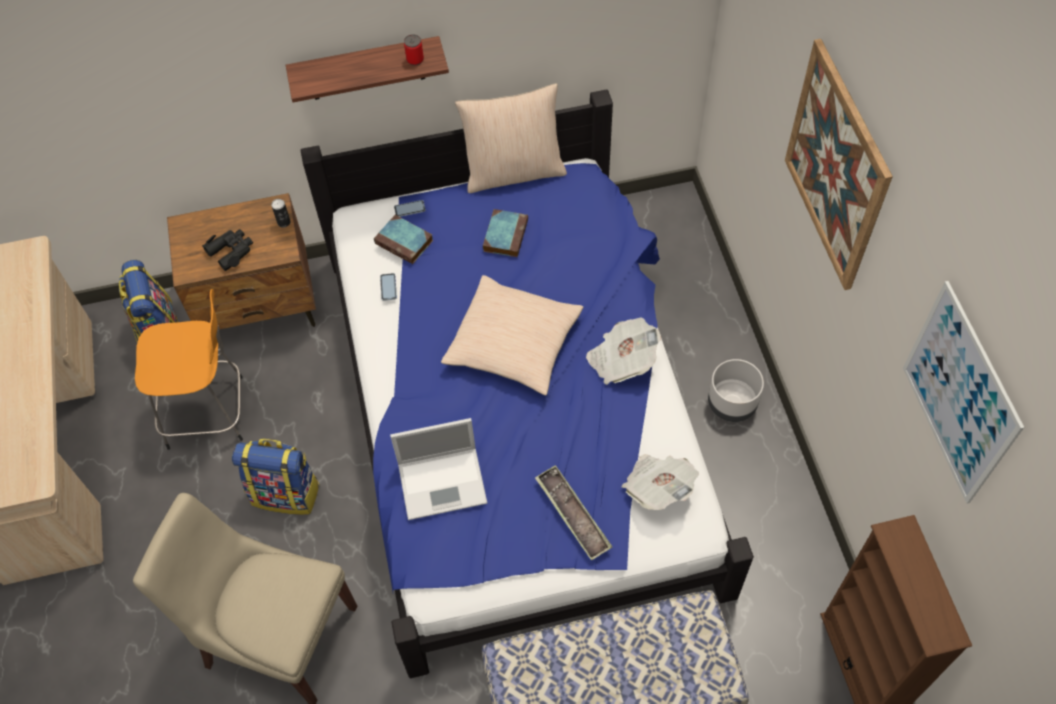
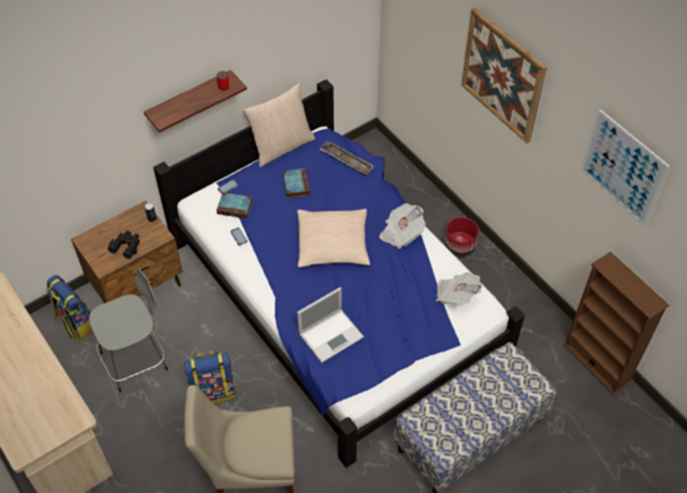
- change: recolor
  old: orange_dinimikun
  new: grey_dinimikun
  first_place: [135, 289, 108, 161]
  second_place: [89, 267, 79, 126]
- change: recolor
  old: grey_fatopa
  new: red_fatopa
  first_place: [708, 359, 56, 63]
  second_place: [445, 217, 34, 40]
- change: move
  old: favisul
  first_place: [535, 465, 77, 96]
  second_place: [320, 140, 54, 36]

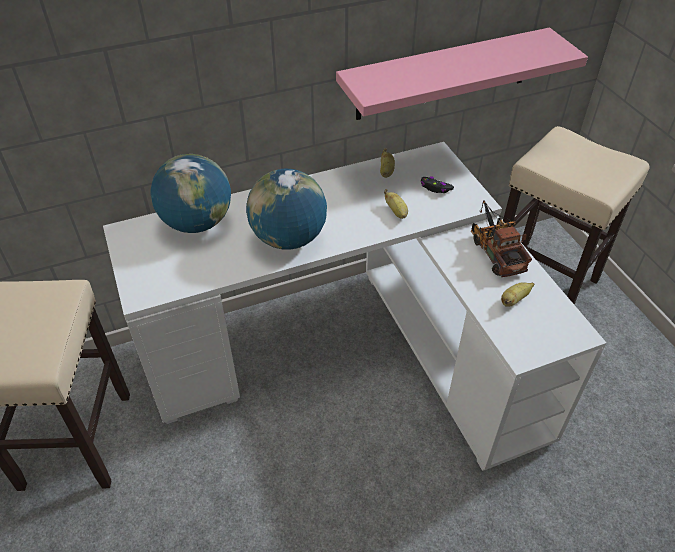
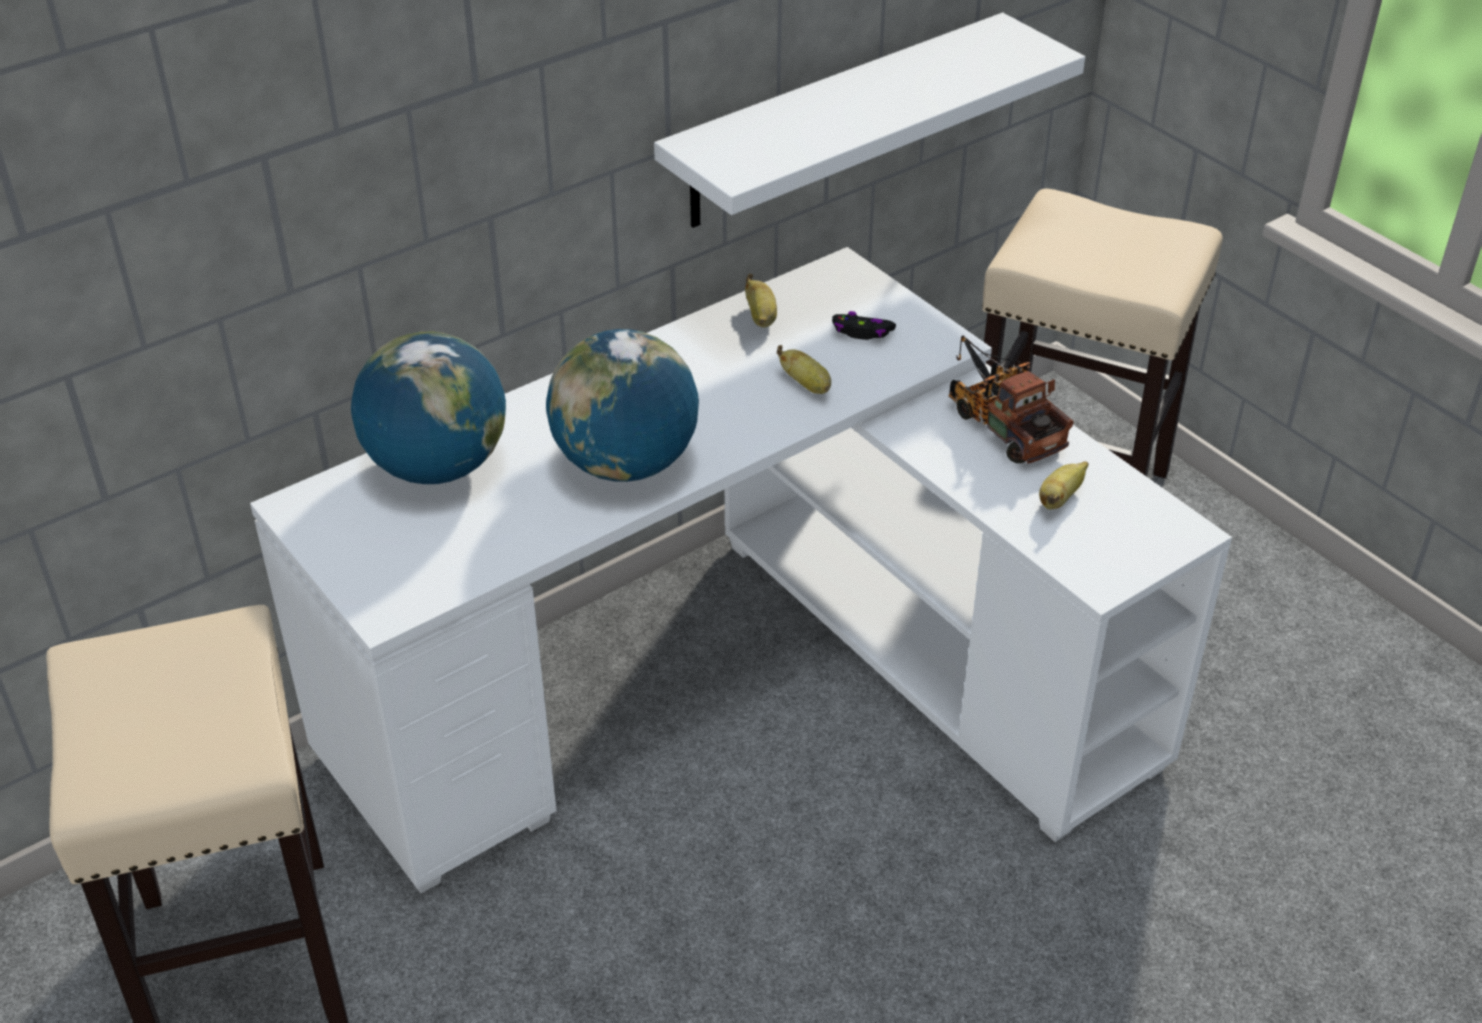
- change: recolor
  old: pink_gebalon
  new: white_gebalon
  first_place: [336, 28, 252, 92]
  second_place: [654, 13, 431, 215]

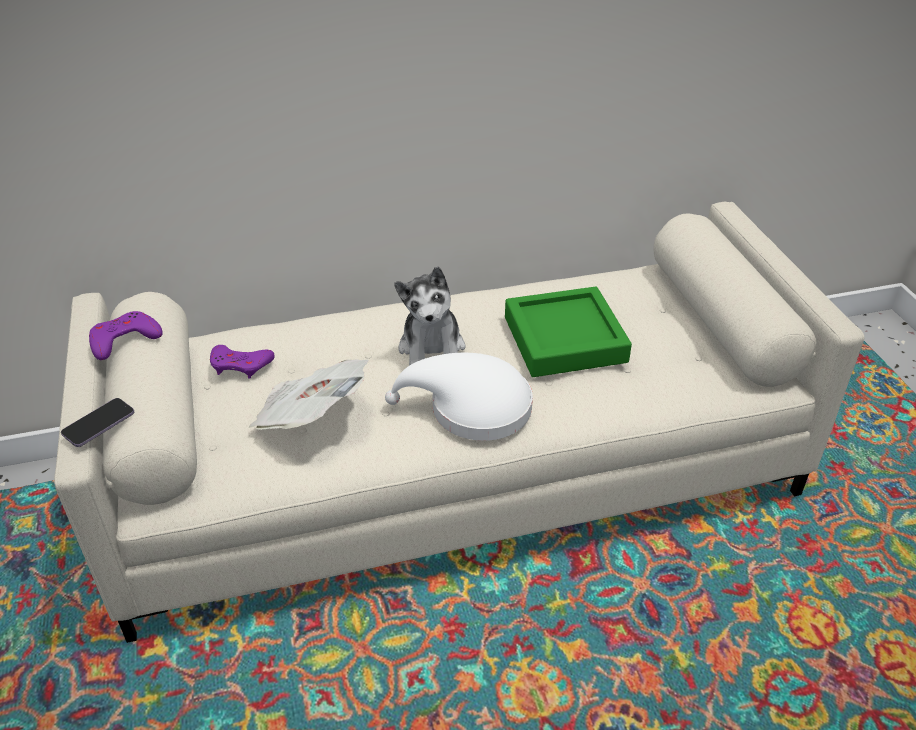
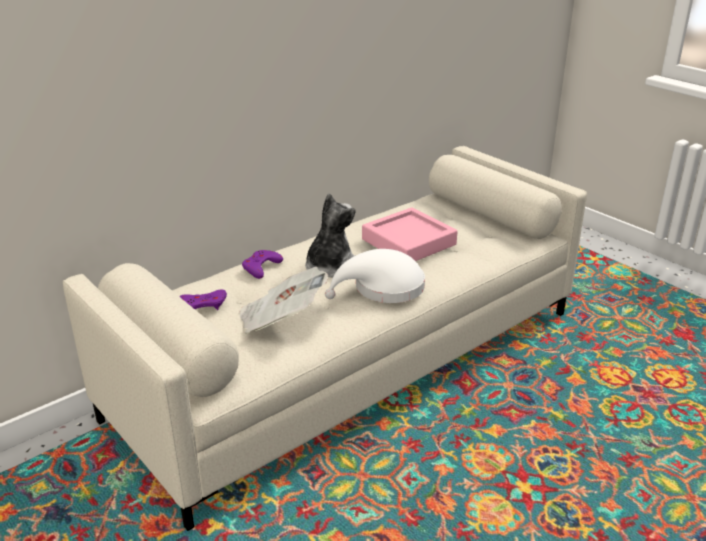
- change: rotate
  old: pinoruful
  first_place: [394, 266, 72, 100]
  second_place: [305, 193, 51, 85]
  degrees: -120
- change: recolor
  old: green_favisul
  new: pink_favisul
  first_place: [505, 287, 127, 90]
  second_place: [362, 207, 96, 54]
- change: move
  old: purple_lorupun
  first_place: [89, 311, 74, 49]
  second_place: [242, 250, 41, 29]
- change: delete
  old: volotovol
  first_place: [61, 398, 73, 49]

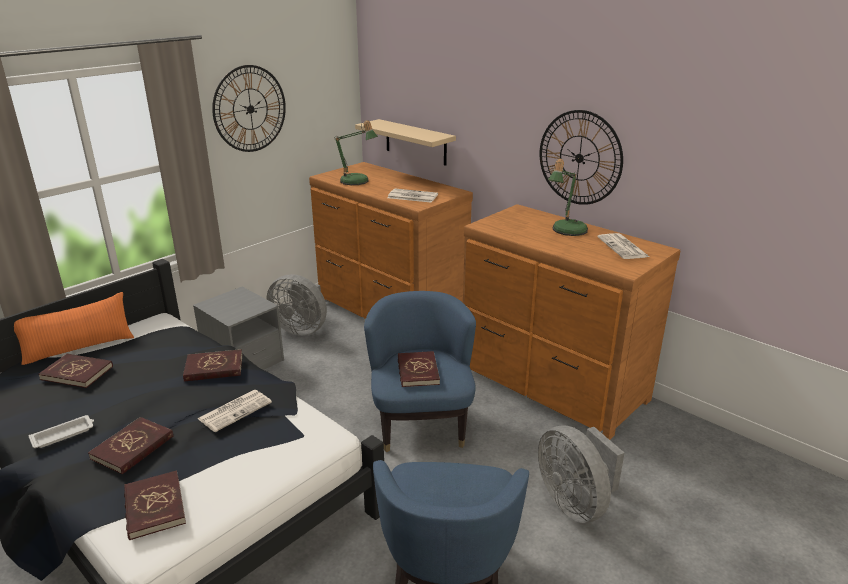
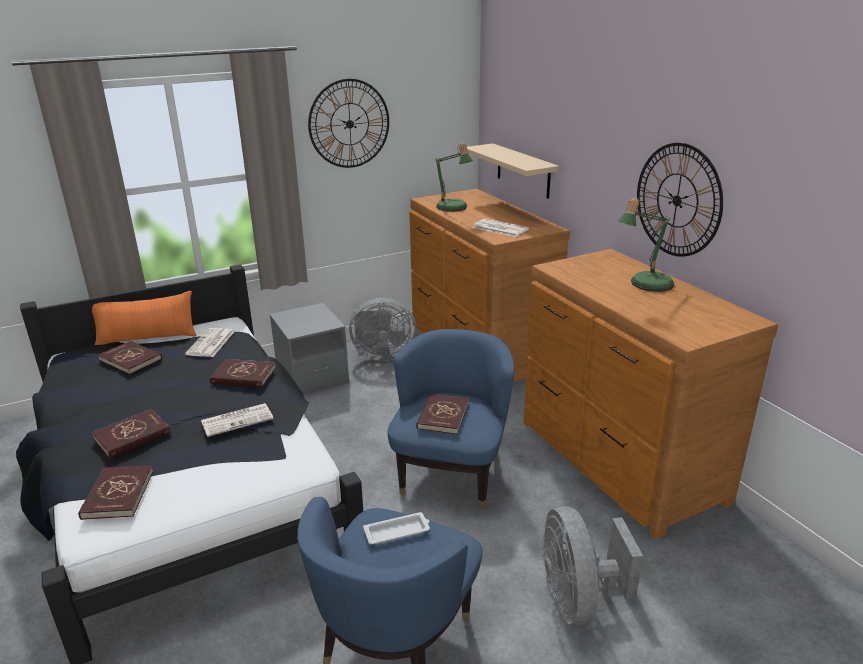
- change: move
  old: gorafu
  first_place: [597, 233, 52, 26]
  second_place: [185, 328, 49, 29]
- change: rotate
  old: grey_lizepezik
  first_place: [266, 274, 61, 62]
  second_place: [349, 298, 68, 63]
  degrees: -45
- change: move
  old: white_favisul
  first_place: [29, 415, 65, 33]
  second_place: [363, 512, 67, 32]

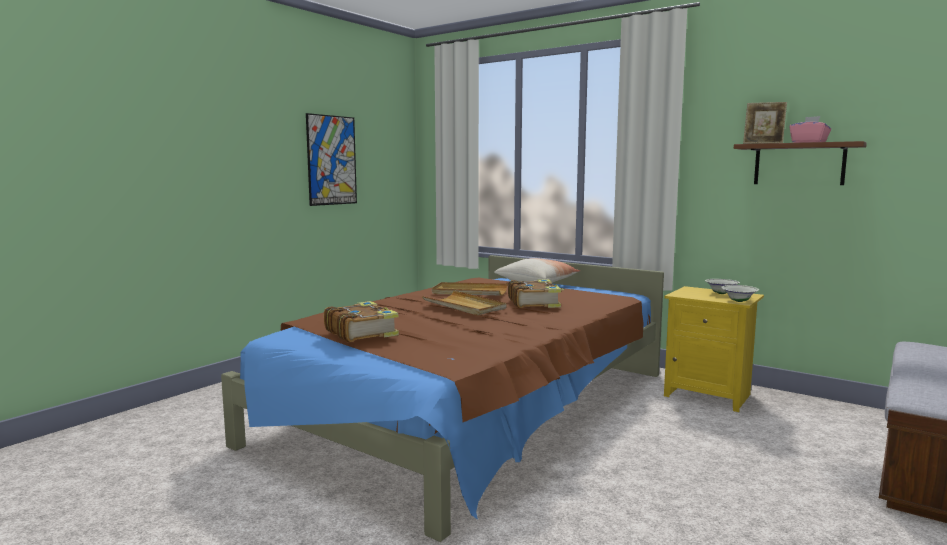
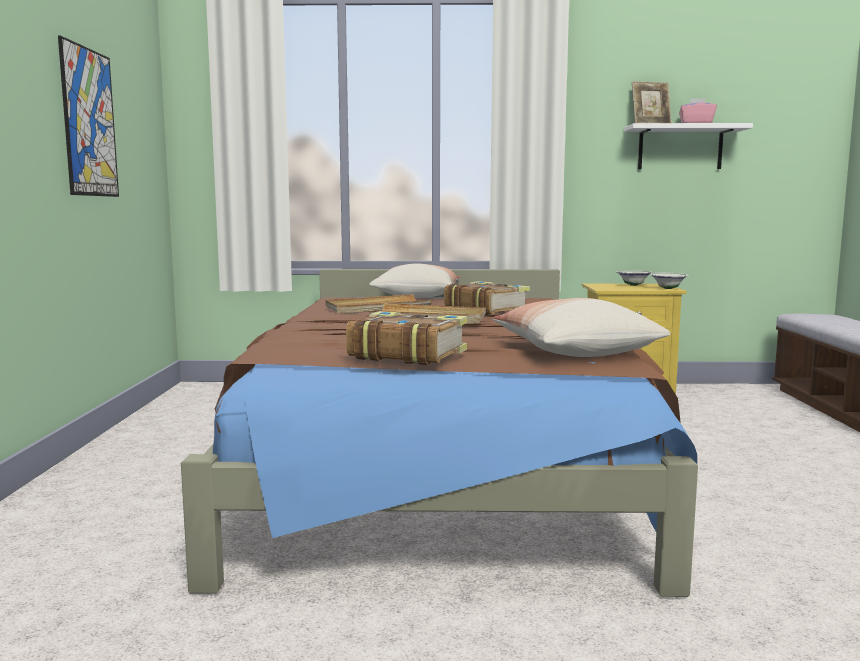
- change: recolor
  old: brown_gebalon
  new: white_gebalon
  first_place: [734, 141, 133, 44]
  second_place: [624, 123, 129, 46]
- change: insert
  new: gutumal
  second_place: [492, 298, 179, 59]

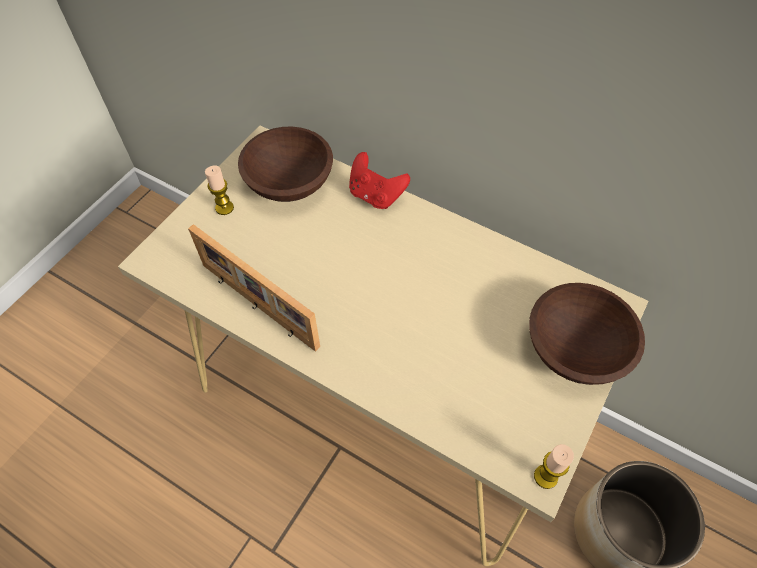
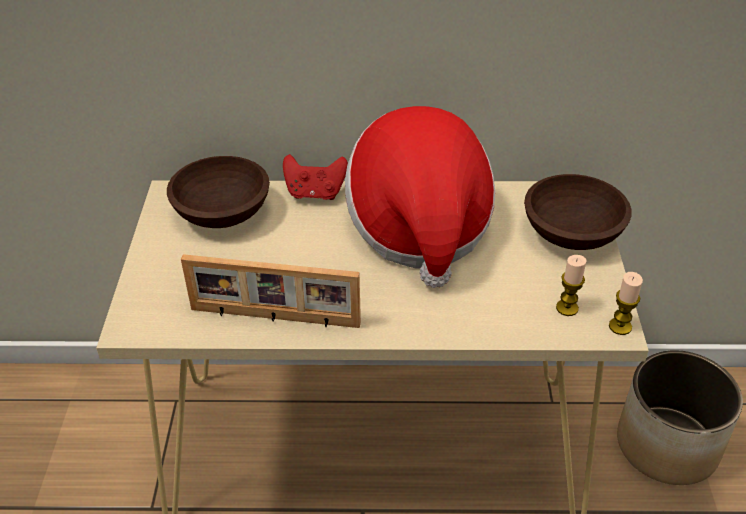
- change: move
  old: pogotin
  first_place: [205, 166, 29, 49]
  second_place: [556, 255, 31, 61]
- change: insert
  new: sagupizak
  second_place: [345, 106, 150, 182]

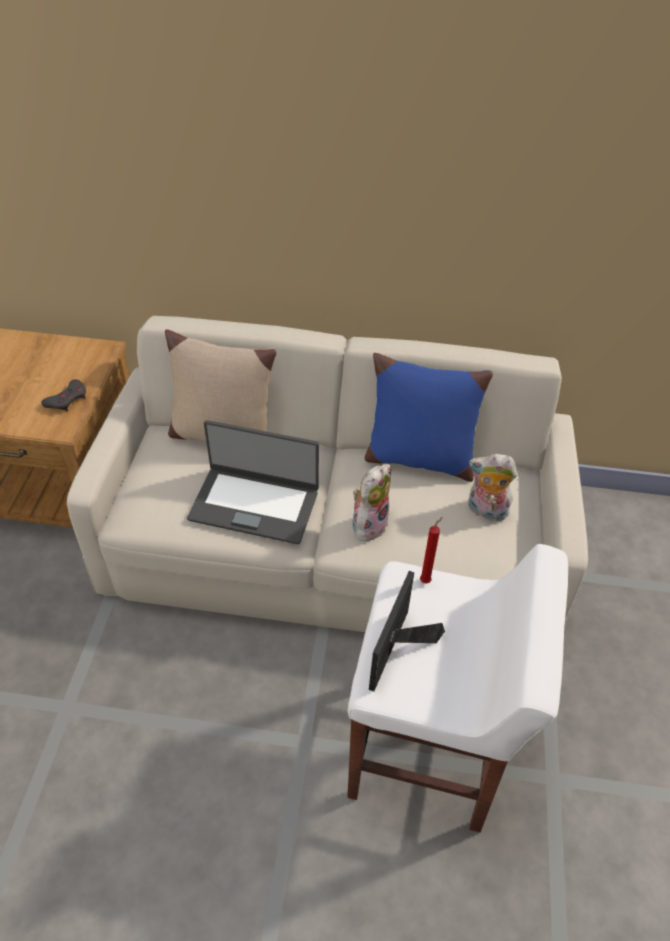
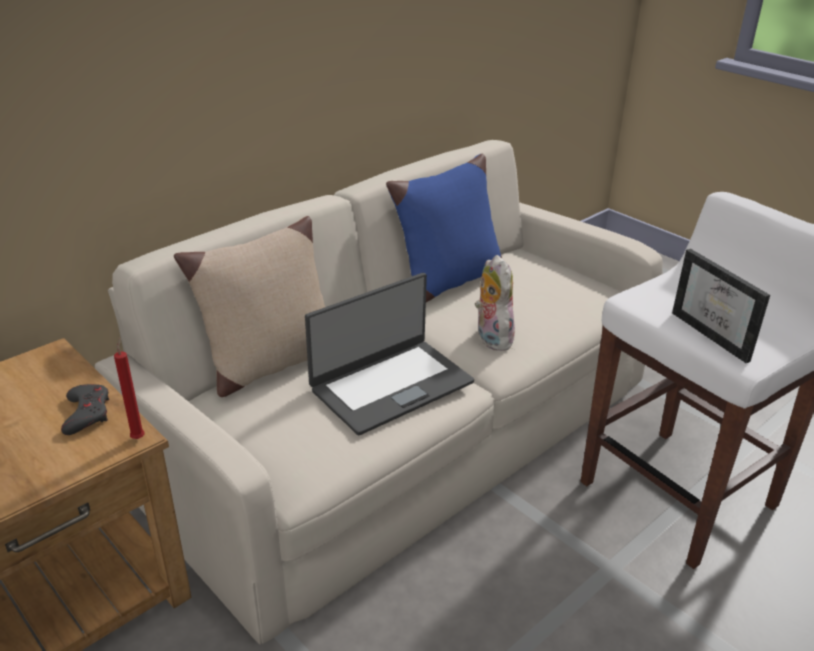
- change: delete
  old: pinoruful
  first_place: [468, 454, 49, 67]
- change: move
  old: red_pogotin
  first_place: [420, 517, 23, 66]
  second_place: [114, 338, 31, 101]

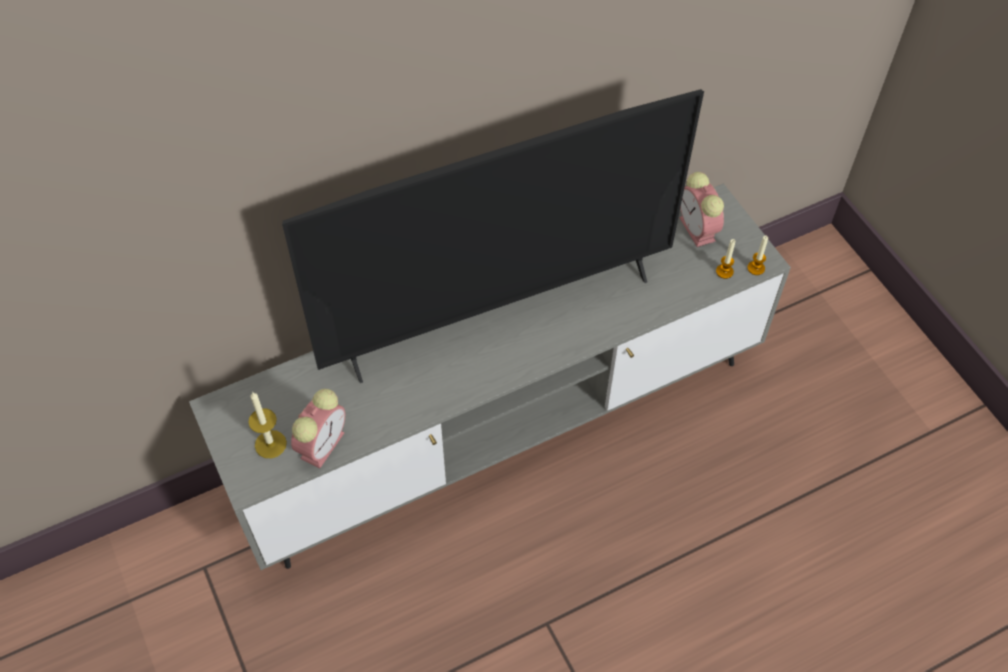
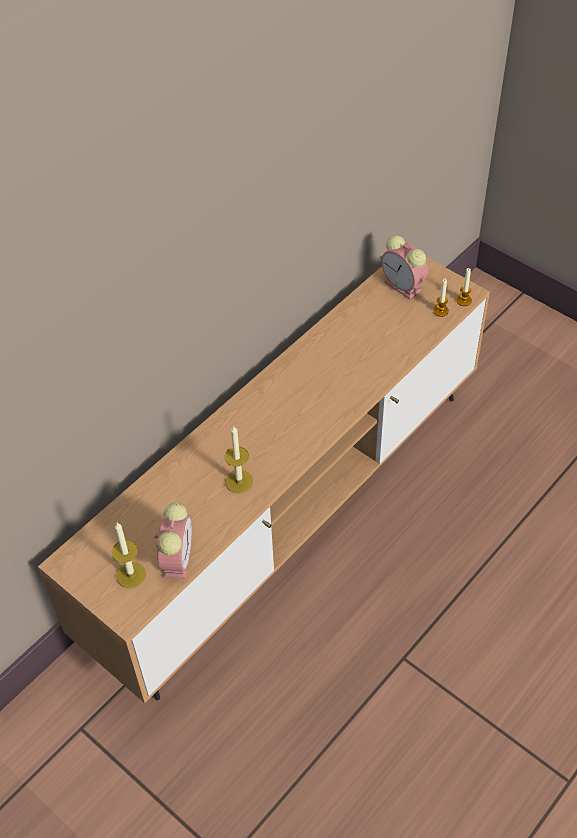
- change: delete
  old: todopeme
  first_place: [282, 89, 422, 294]
- change: recolor
  old: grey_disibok
  new: brown_disibok
  first_place: [189, 183, 602, 387]
  second_place: [38, 257, 452, 446]
- change: insert
  new: pogotin
  second_place: [224, 426, 29, 67]

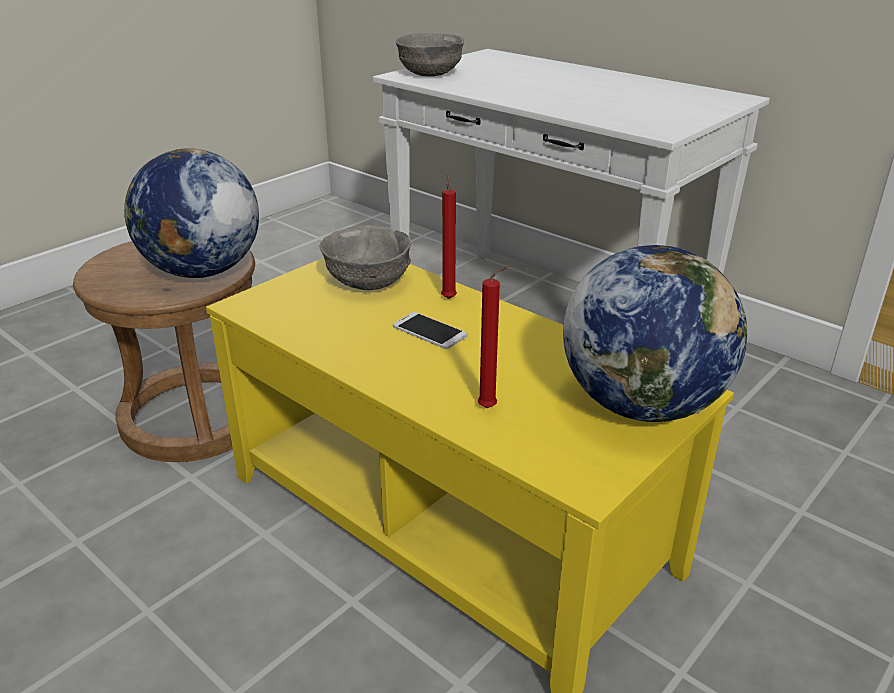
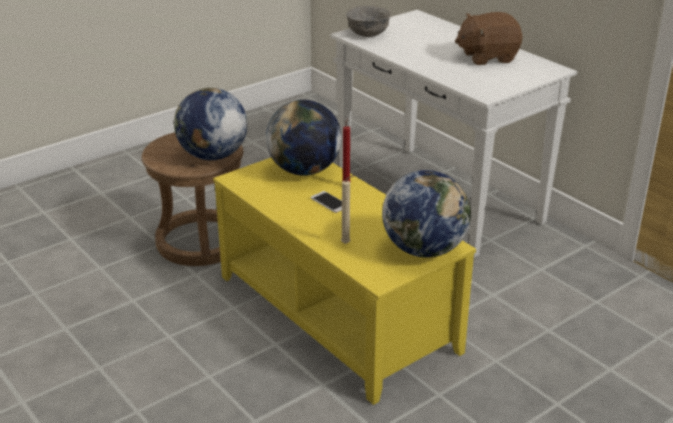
- change: replace
  old: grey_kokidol
  new: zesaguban
  first_place: [320, 225, 92, 65]
  second_place: [266, 100, 76, 76]
- change: recolor
  old: red_pogotin
  new: beige_pogotin
  first_place: [478, 265, 32, 143]
  second_place: [341, 175, 14, 69]
- change: insert
  new: brown_pinoruful
  second_place: [455, 12, 68, 53]

